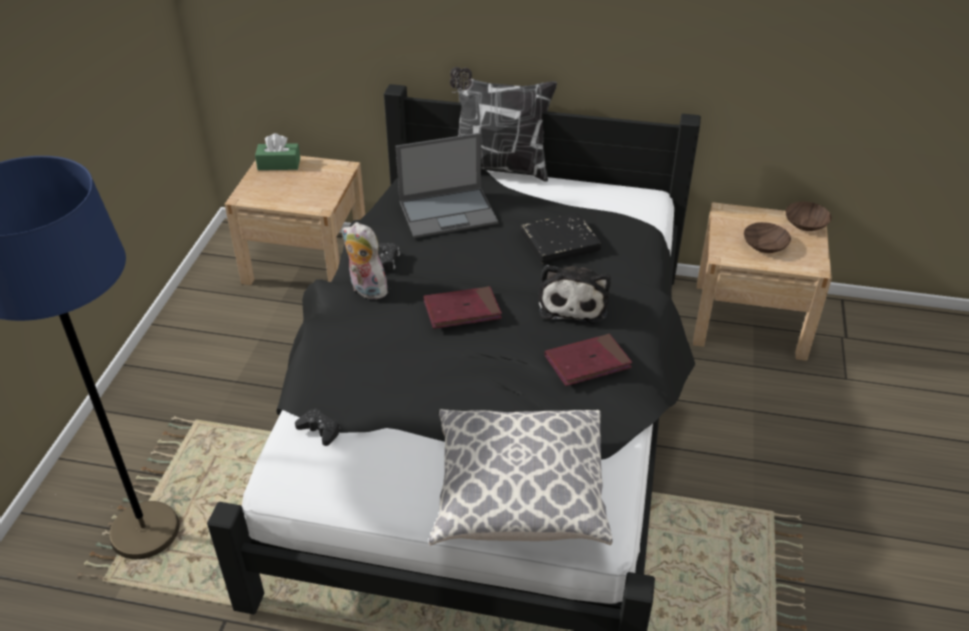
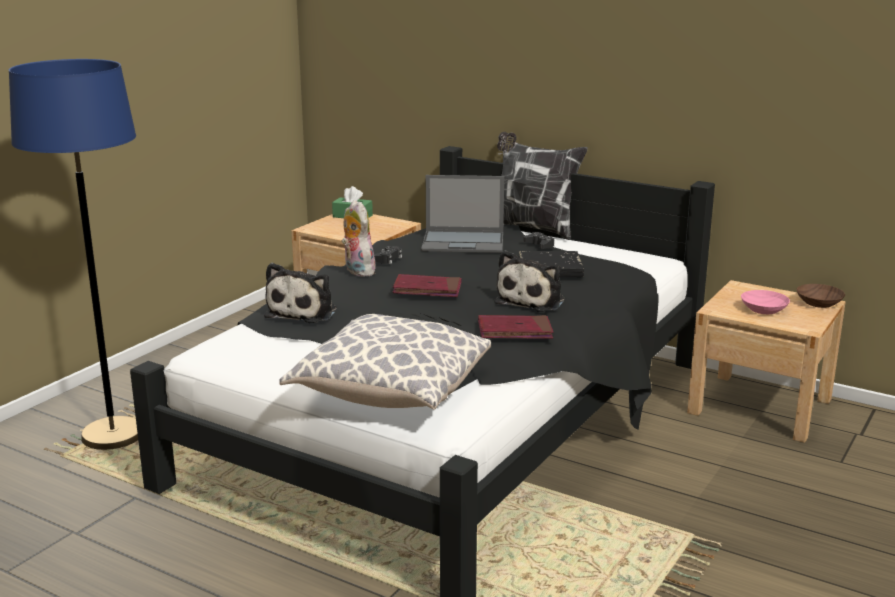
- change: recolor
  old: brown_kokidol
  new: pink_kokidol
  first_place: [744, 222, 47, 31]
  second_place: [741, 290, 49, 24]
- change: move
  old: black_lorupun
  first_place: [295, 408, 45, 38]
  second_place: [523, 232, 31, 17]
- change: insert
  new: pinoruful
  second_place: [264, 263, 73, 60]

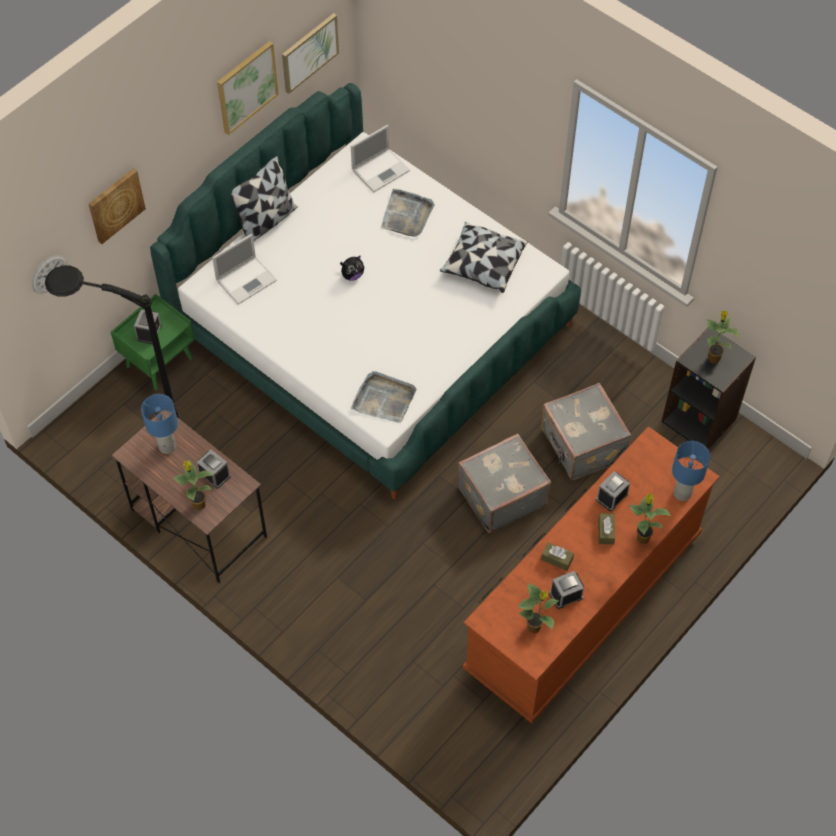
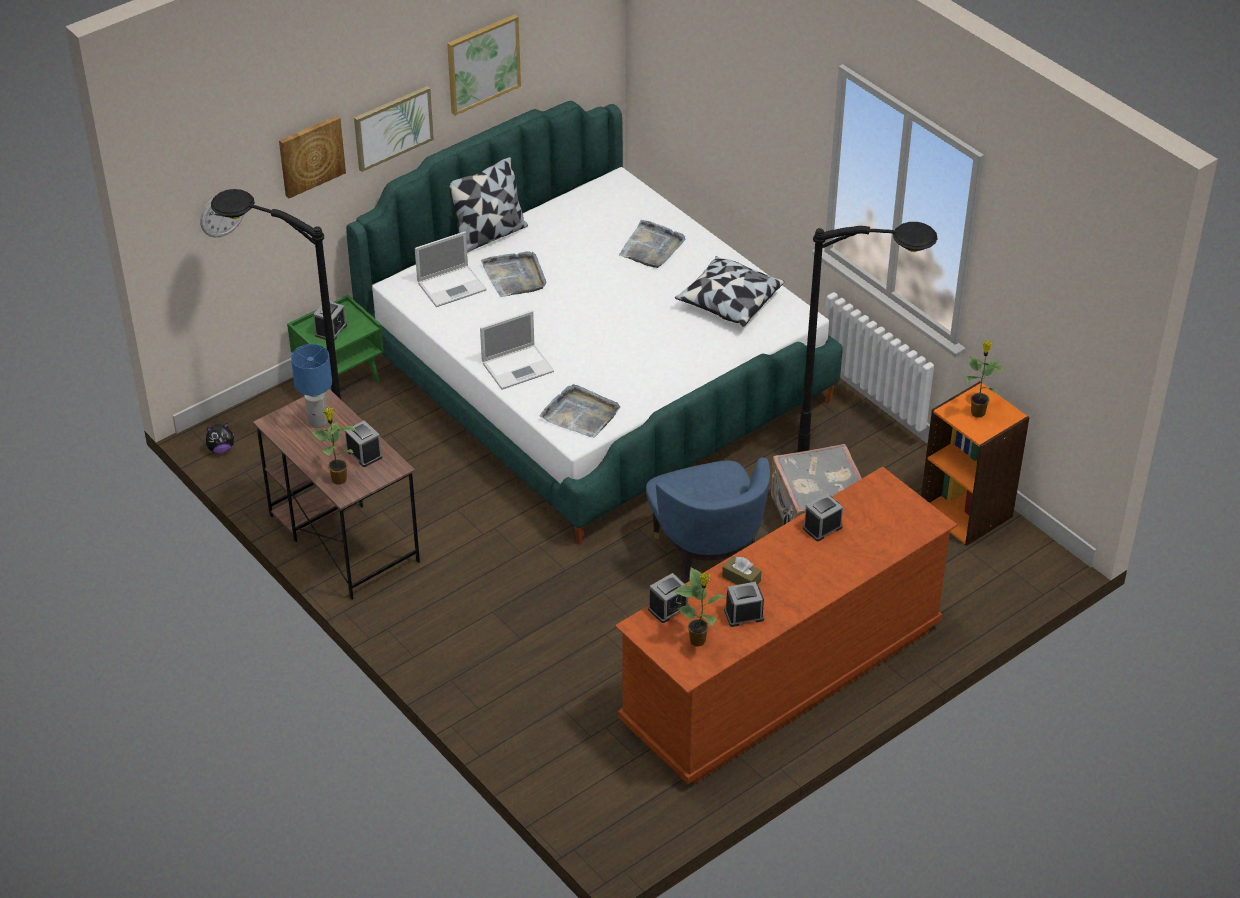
- change: move
  old: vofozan
  first_place: [282, 13, 57, 81]
  second_place: [354, 86, 80, 86]
- change: move
  old: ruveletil
  first_place: [351, 125, 59, 67]
  second_place: [480, 310, 74, 80]
- change: move
  old: pinoruful
  first_place: [340, 256, 24, 25]
  second_place: [206, 423, 28, 30]
- change: recolor
  old: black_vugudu
  new: orange_vugudu
  first_place: [662, 327, 94, 123]
  second_place: [921, 381, 109, 165]
- change: replace
  old: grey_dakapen
  new: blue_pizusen
  first_place: [458, 433, 93, 100]
  second_place: [646, 457, 124, 126]
- change: delete
  old: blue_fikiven
  first_place: [672, 441, 38, 60]
- change: delete
  old: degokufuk
  first_place: [629, 494, 42, 50]
- change: delete
  old: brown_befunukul
  first_place: [598, 513, 17, 31]
- change: insert
  new: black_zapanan
  second_place: [794, 222, 144, 231]
- change: insert
  new: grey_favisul
  second_place: [481, 251, 66, 46]
- change: insert
  new: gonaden
  second_place: [648, 573, 41, 50]

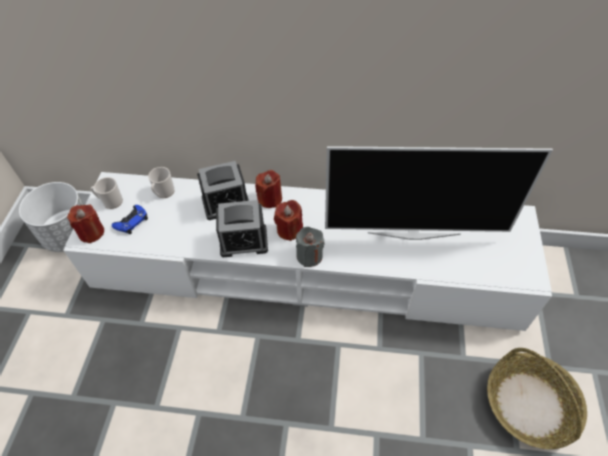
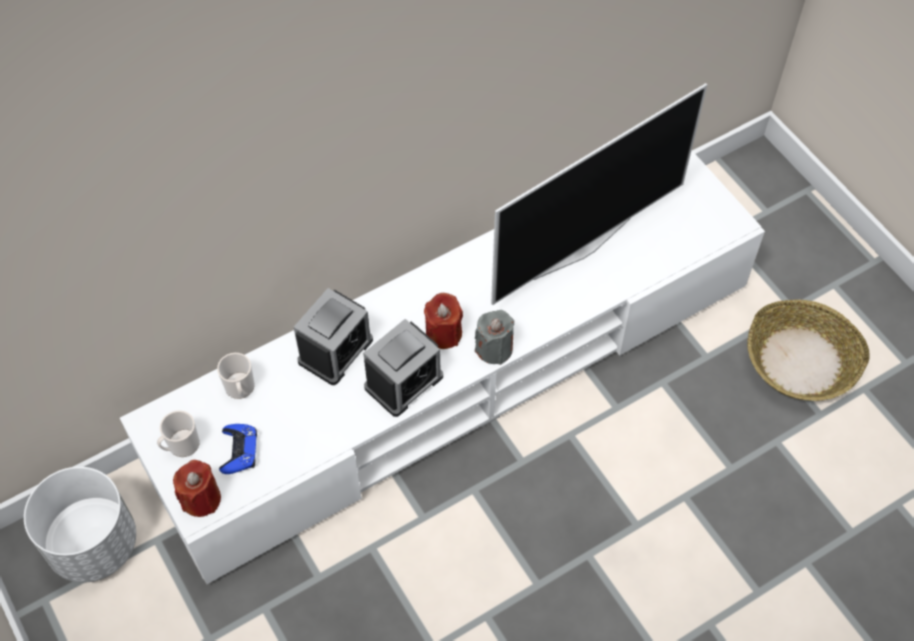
- change: delete
  old: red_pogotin
  first_place: [255, 170, 27, 38]

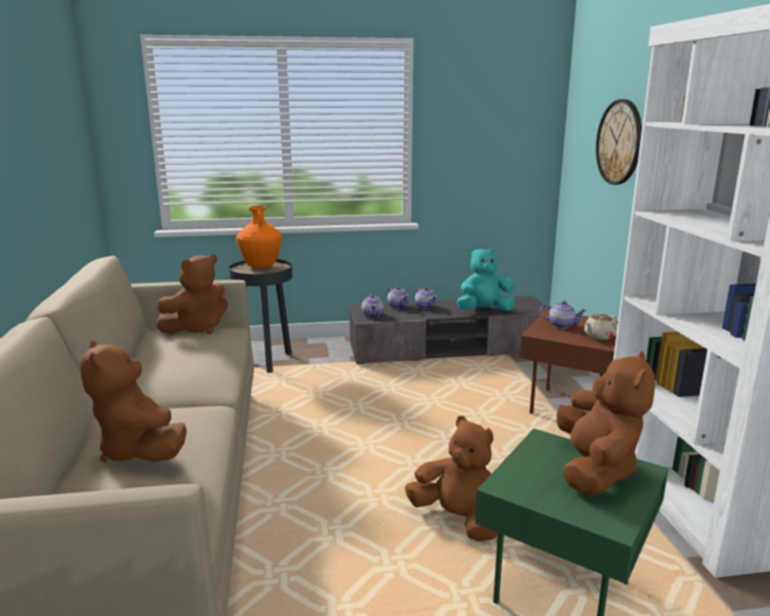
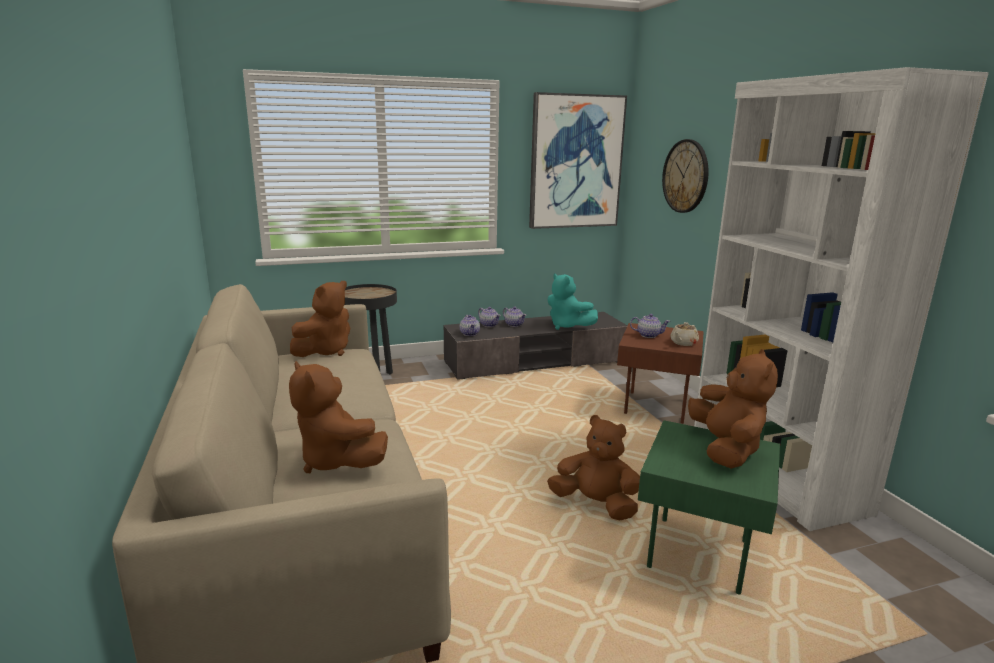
- change: delete
  old: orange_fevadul
  first_place: [236, 206, 46, 62]
- change: rotate
  old: turquoise_pinoruful
  first_place: [457, 248, 58, 63]
  second_place: [547, 274, 51, 56]
  degrees: -105
- change: insert
  new: vofozan
  second_place: [529, 92, 98, 137]

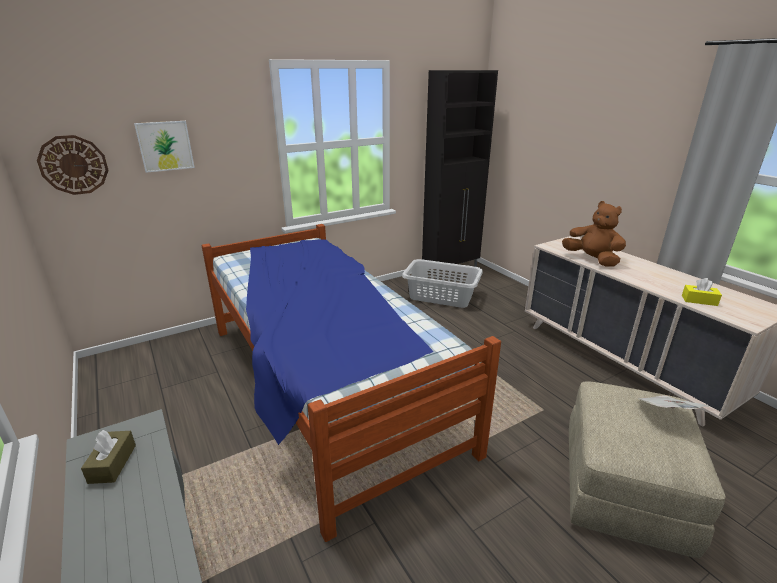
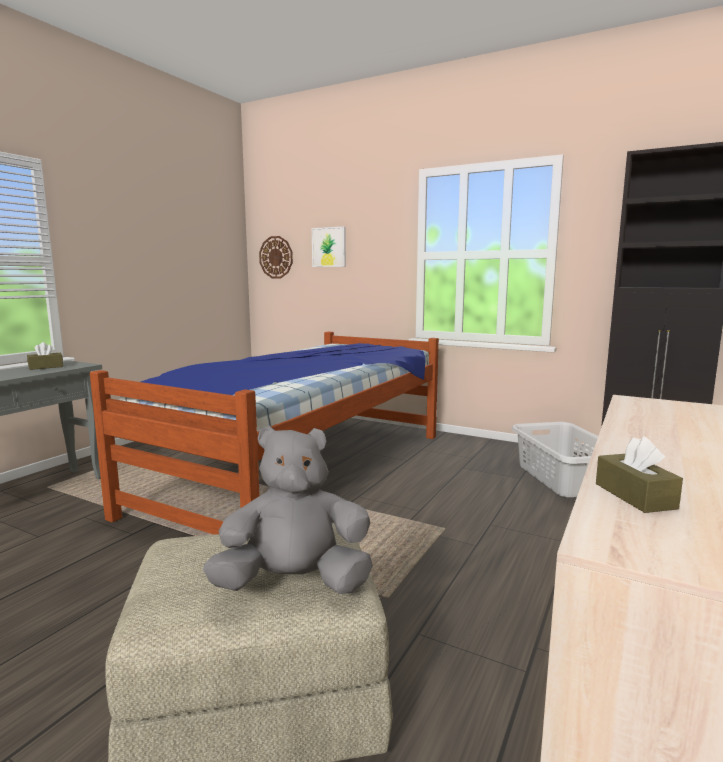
- change: delete
  old: brown_pinoruful
  first_place: [562, 201, 64, 66]
- change: recolor
  old: yellow_befunukul
  new: brown_befunukul
  first_place: [682, 278, 40, 28]
  second_place: [596, 436, 87, 77]
- change: replace
  old: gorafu
  new: grey_pinoruful
  first_place: [639, 395, 71, 14]
  second_place: [203, 426, 170, 168]

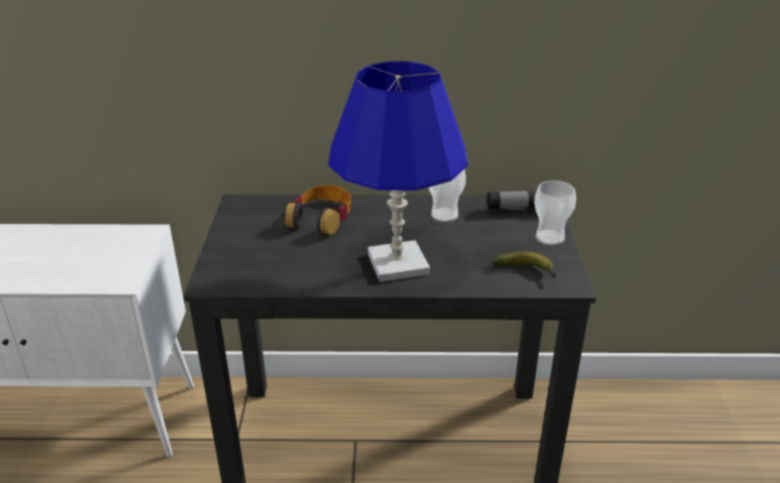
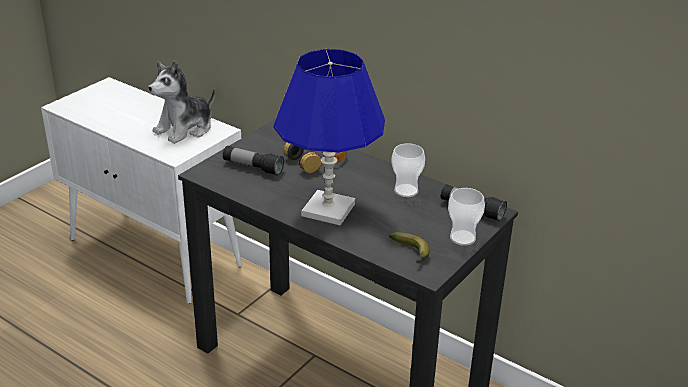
- change: insert
  new: pinoruful
  second_place: [148, 61, 67, 83]
- change: insert
  new: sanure
  second_place: [223, 146, 61, 30]

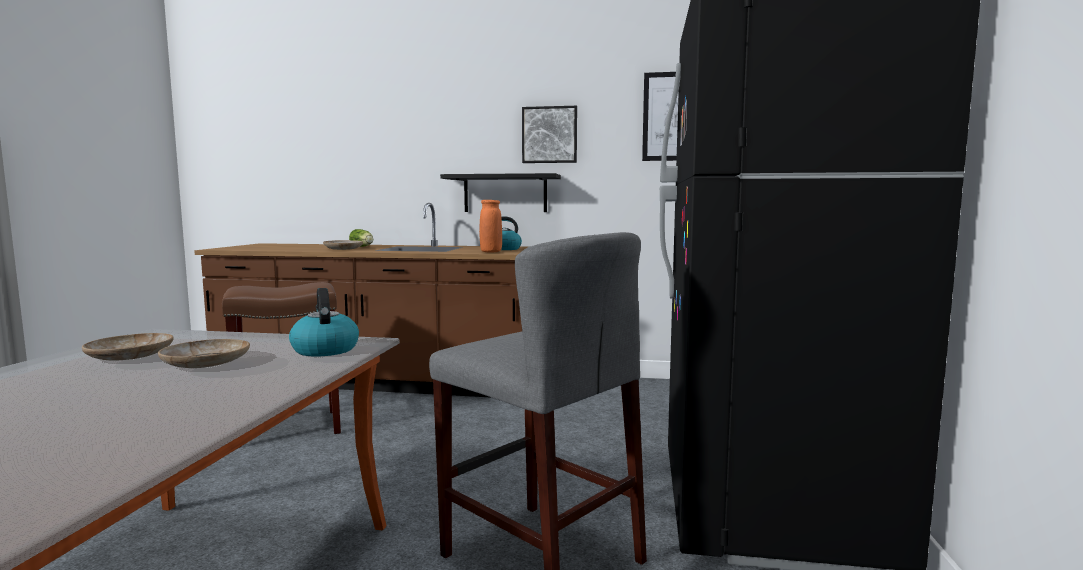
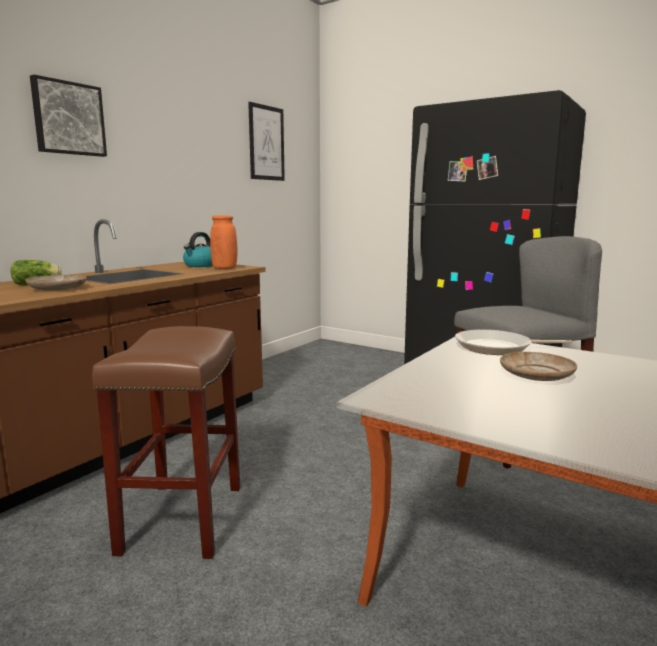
- change: move
  old: vofozan
  first_place: [522, 106, 55, 57]
  second_place: [30, 75, 77, 82]
- change: delete
  old: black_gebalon
  first_place: [440, 173, 121, 39]
- change: replace
  old: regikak
  new: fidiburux
  first_place: [289, 288, 70, 68]
  second_place: [455, 329, 117, 26]
- change: delete
  old: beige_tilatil
  first_place: [82, 333, 91, 28]

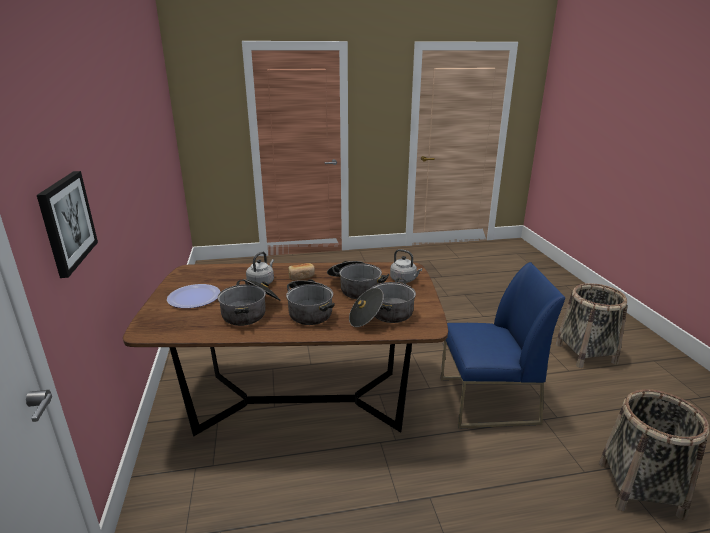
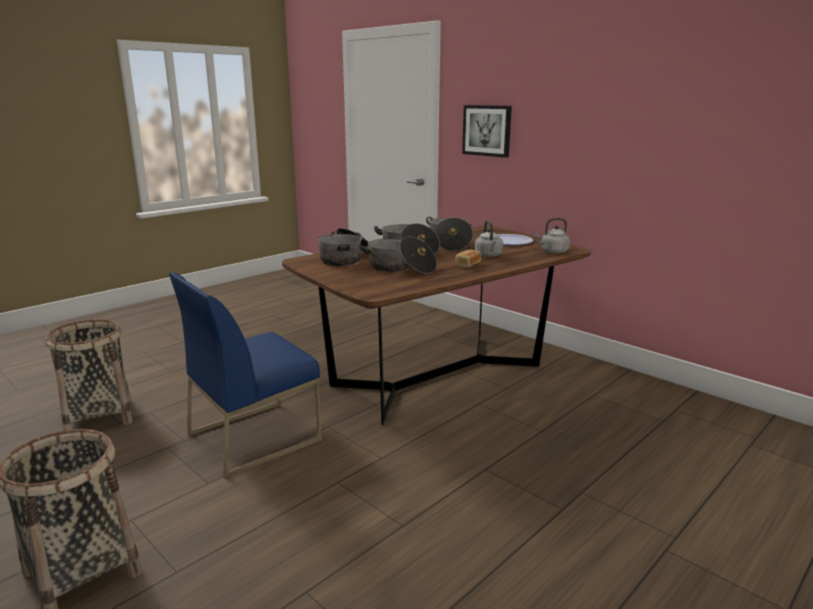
- change: move
  old: grey_regikak
  first_place: [390, 249, 32, 34]
  second_place: [534, 218, 36, 36]

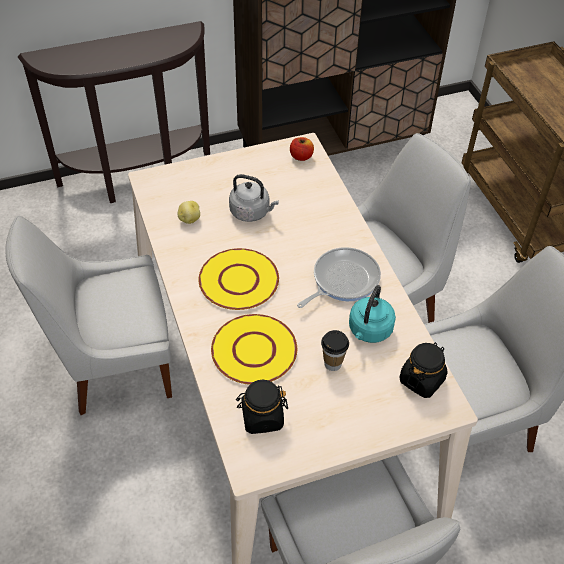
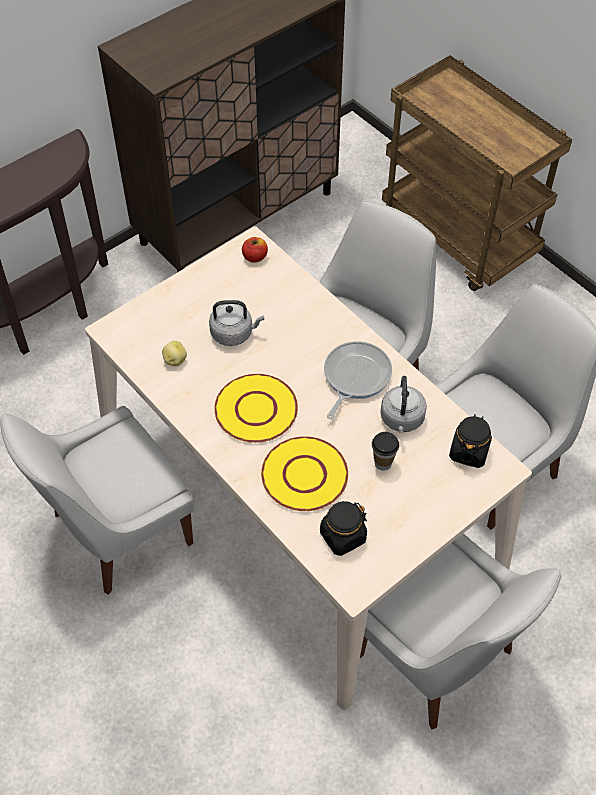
- change: recolor
  old: turquoise_regikak
  new: grey_regikak
  first_place: [349, 285, 47, 58]
  second_place: [380, 376, 47, 57]

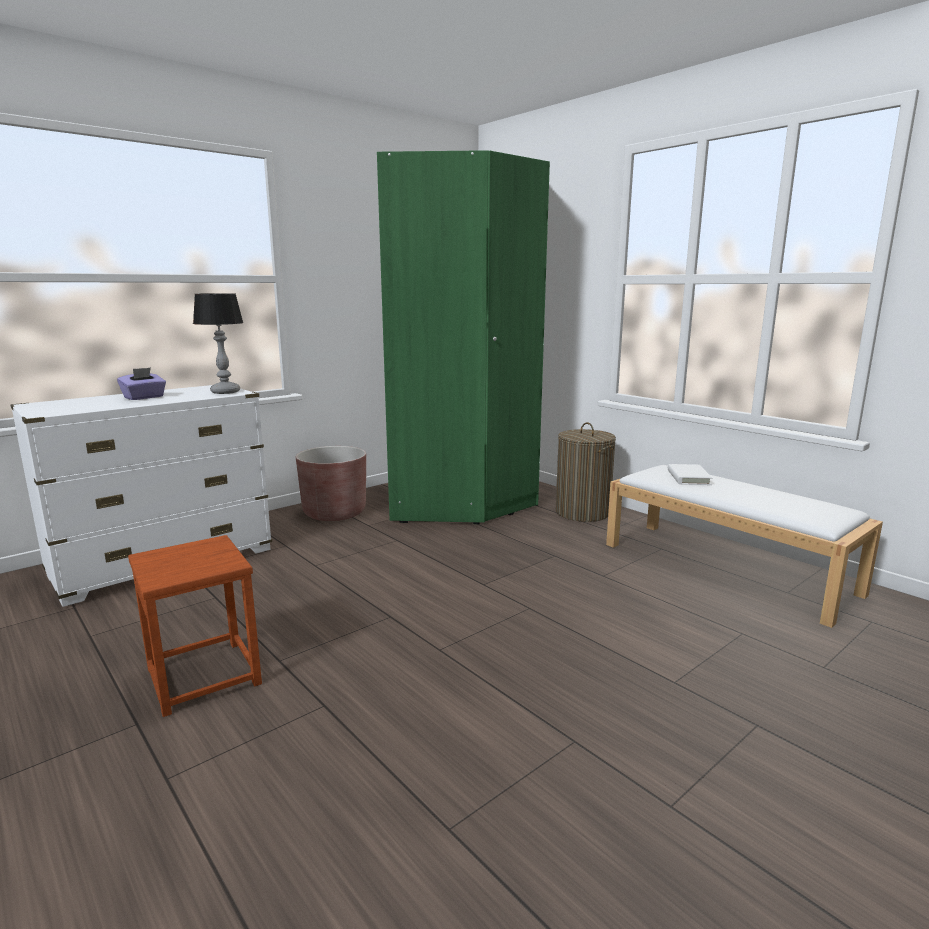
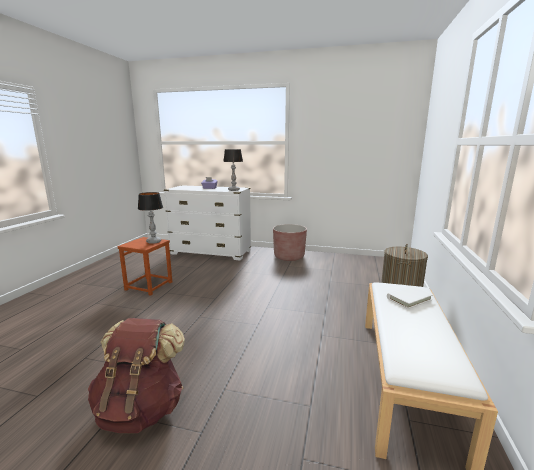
- change: delete
  old: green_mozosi
  first_place: [377, 150, 173, 374]
- change: insert
  new: fikiven
  second_place: [138, 192, 25, 52]
- change: insert
  new: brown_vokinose
  second_place: [88, 318, 97, 115]

